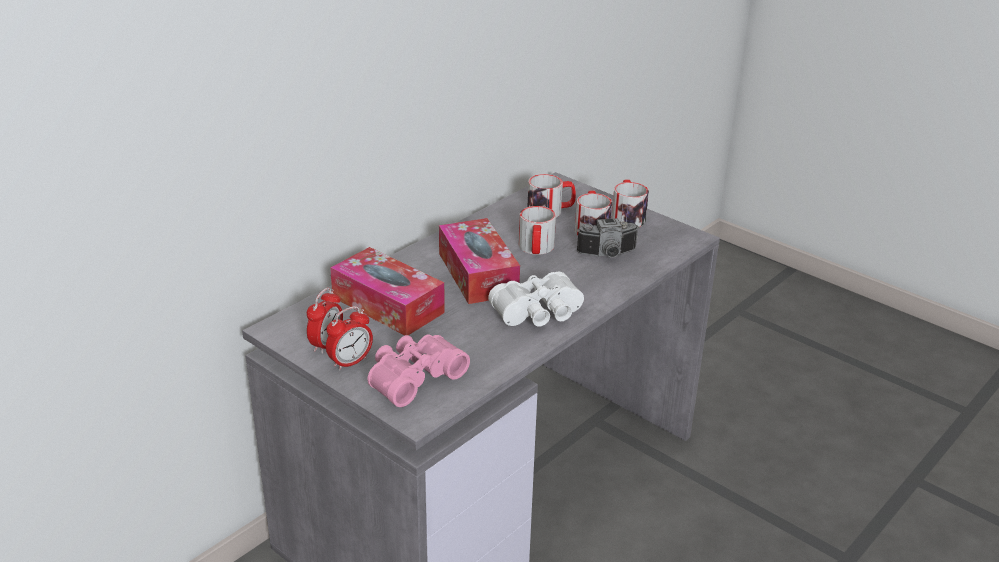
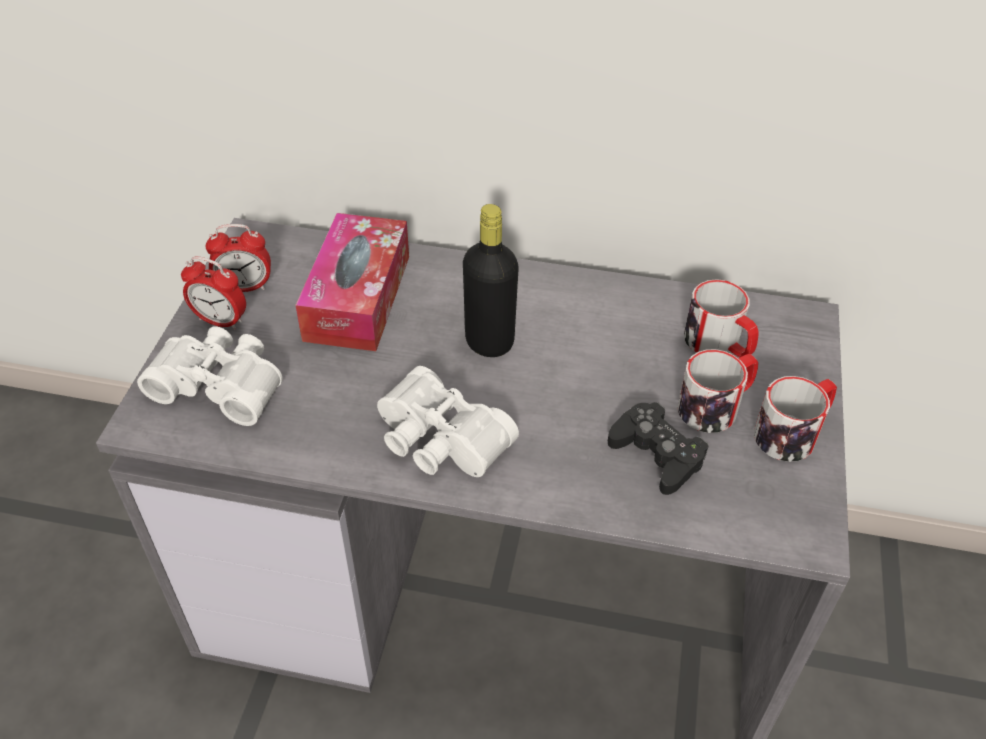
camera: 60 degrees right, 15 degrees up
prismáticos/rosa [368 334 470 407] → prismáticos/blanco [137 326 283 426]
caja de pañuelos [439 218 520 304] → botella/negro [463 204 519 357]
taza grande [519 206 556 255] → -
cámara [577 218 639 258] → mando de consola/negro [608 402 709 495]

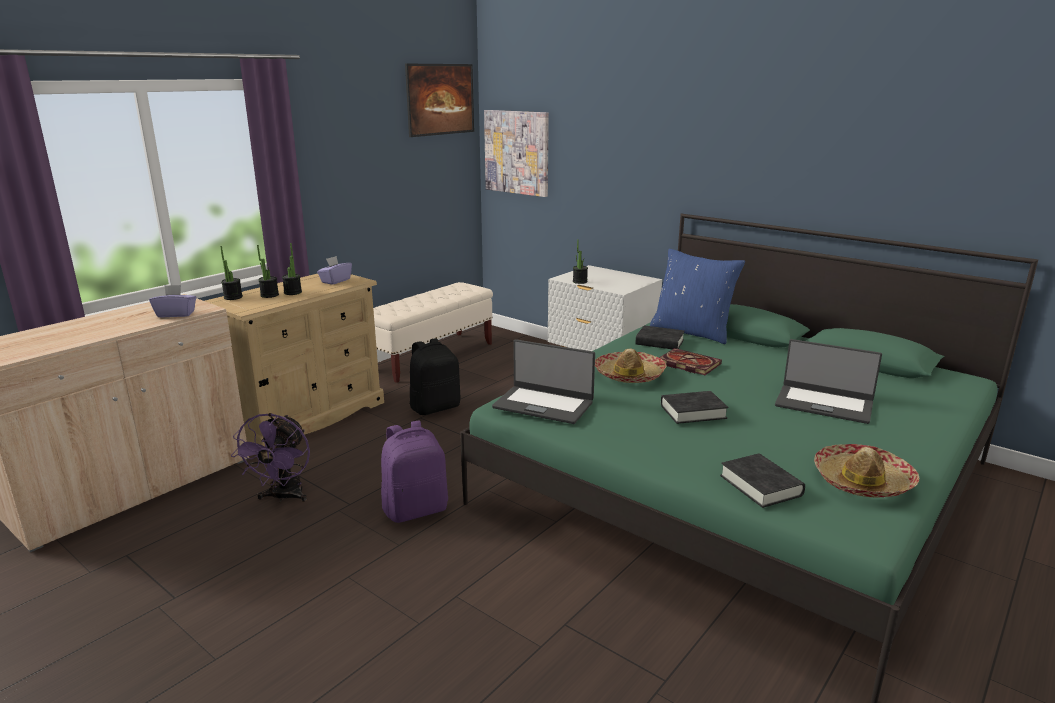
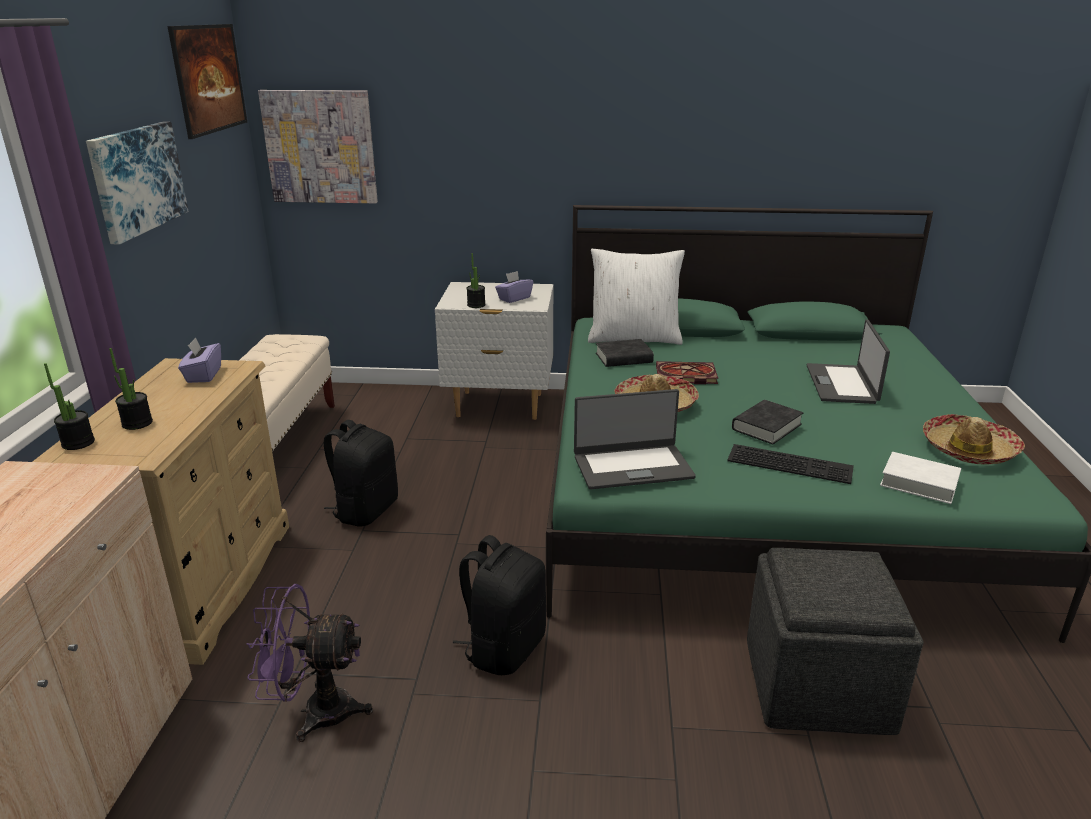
camera: 35 degrees left, 5 degrees up
caja de pañuelos/morado [149 285 196 318] → caja de pañuelos/morado [495 271 533 303], relocated
ventilador/morado [231 413 310 503] → ventilador/morado [246 584 373 742], 120 degrees clockwise
planta en maceta [282 243 302 295] → -
mochila/morado [381 420 448 523] → mochila/negro [453 535 546 675]
cojín/azul [650 249 745 344] → cojín/blanco [588 249 685 345]
libro/negro [720 454 805 508] → libro/blanco [880 452 961 504]
portátil [775 339 882 424] → portátil [807 319 890 404], 105 degrees clockwise
- → cuadro [86 122 189 244]
- → teclado [727 444 854 484]
- → puf/gris [747 548 924 735]

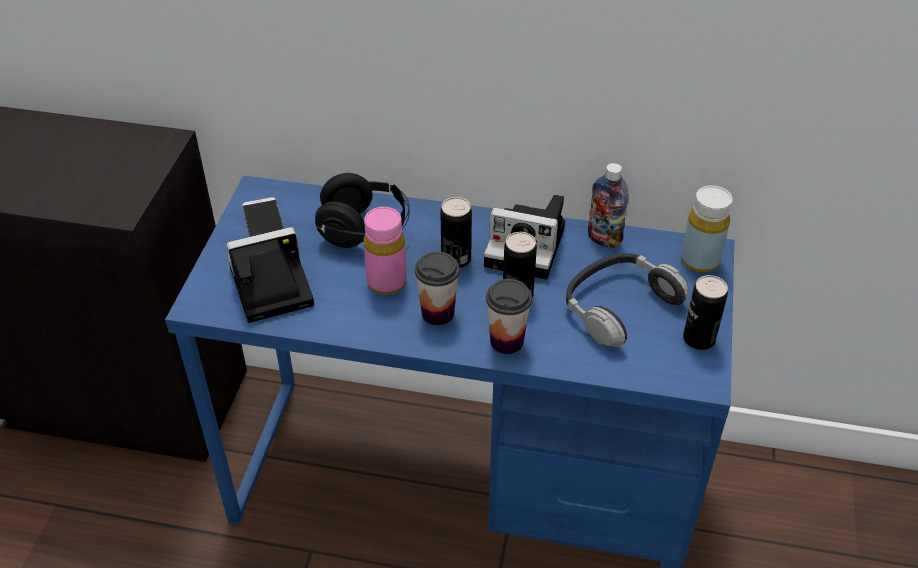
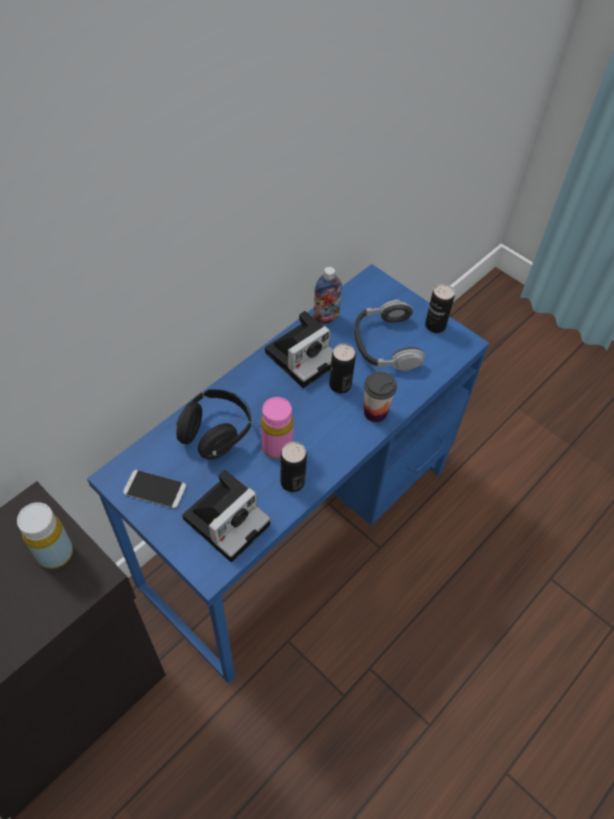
camera: 60 degrees left, 10 degrees up
cámara [227 227 314 323] → cámara [182 470 270 562], 150 degrees counterclockwise
taza [415 251 460 326] → -
lata [440 197 472 268] → lata [280 442 307 492], relocated
botella/amarillo [681 185 733 273] → botella/amarillo [17 502 73 569], relocated

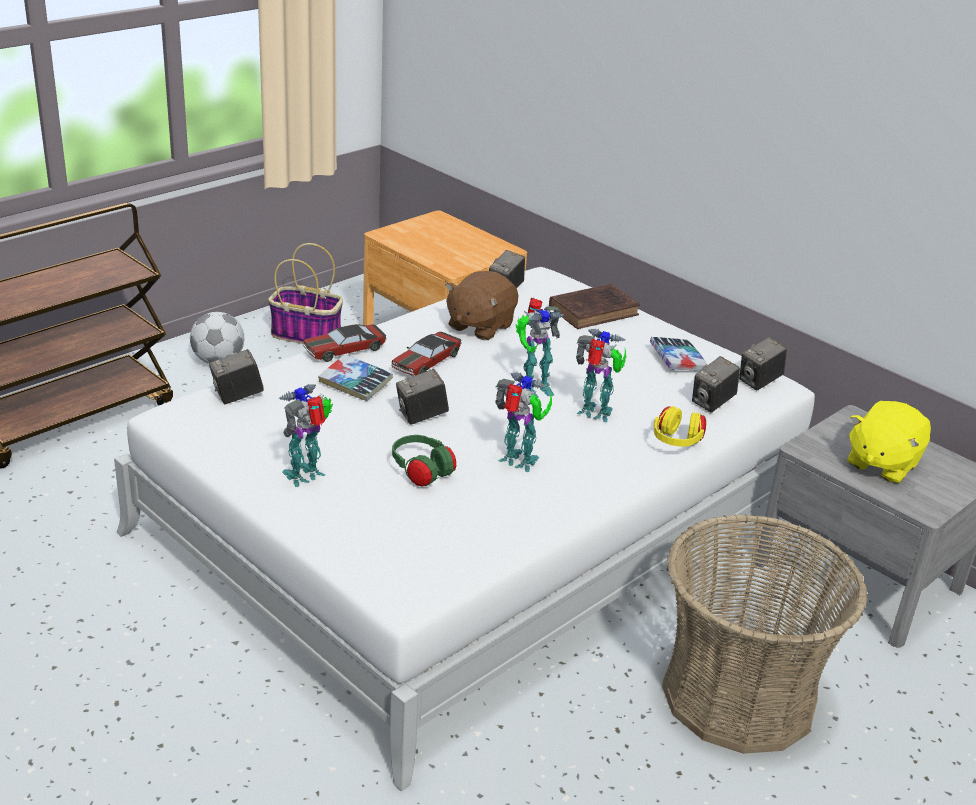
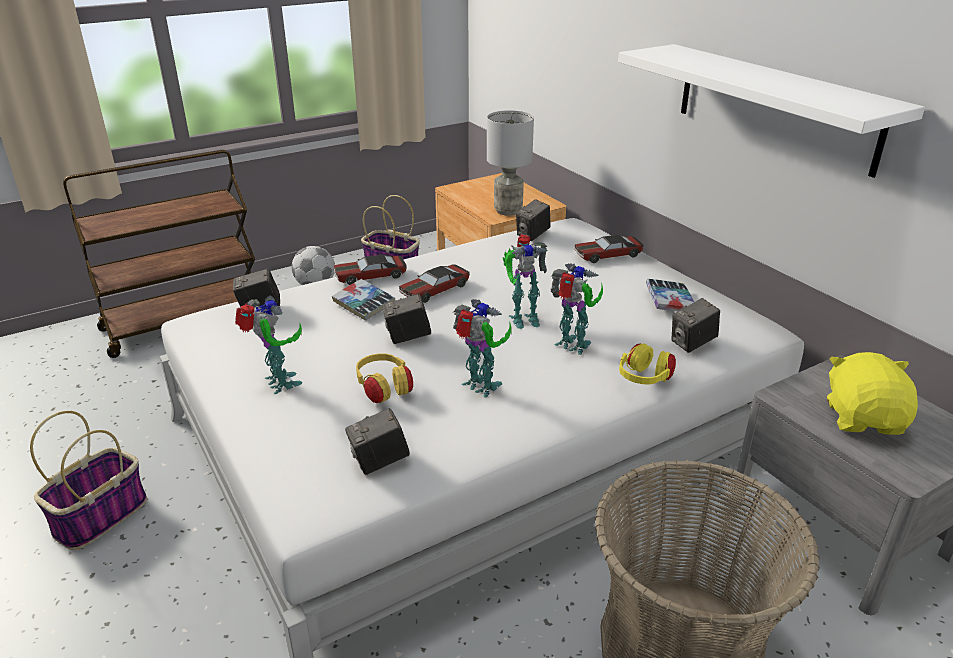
camera: 15 degrees right, 0 degrees up
robot de juguete [279 384 333 487] → robot de juguete [235 296 302 394], 90 degrees clockwise
auriculares/verde [392 435 456 487] → auriculares/amarillo [356 353 413 403]
peluche/marrón [445 271 518 340] → -
libro/marrón [549 284 640 329] → coche de juguete [574 235 644 263]
cámara [739 337 787 391] → cámara [345 408 410 475], relocated
peluche/amarillo [847 401 931 484] → peluche/amarillo [827 352 918 435], 135 degrees clockwise
- → cesta [30 411 147 550]
- → lámpara de mesa/gris [487 110 534 216]
- → estante/blanco [618 44 925 178]

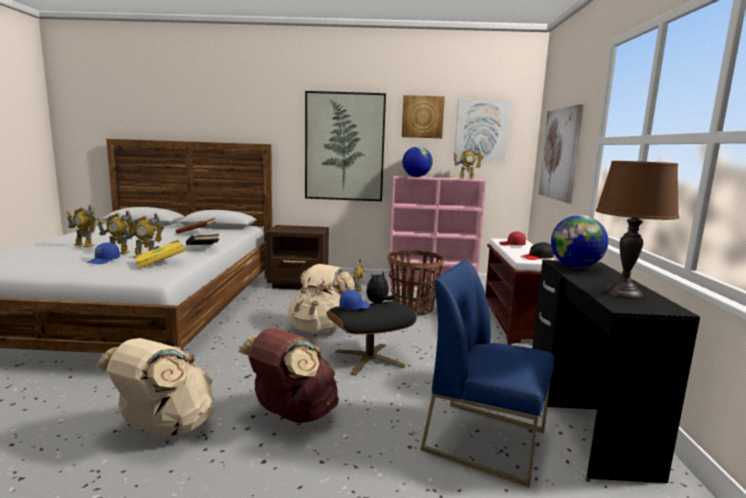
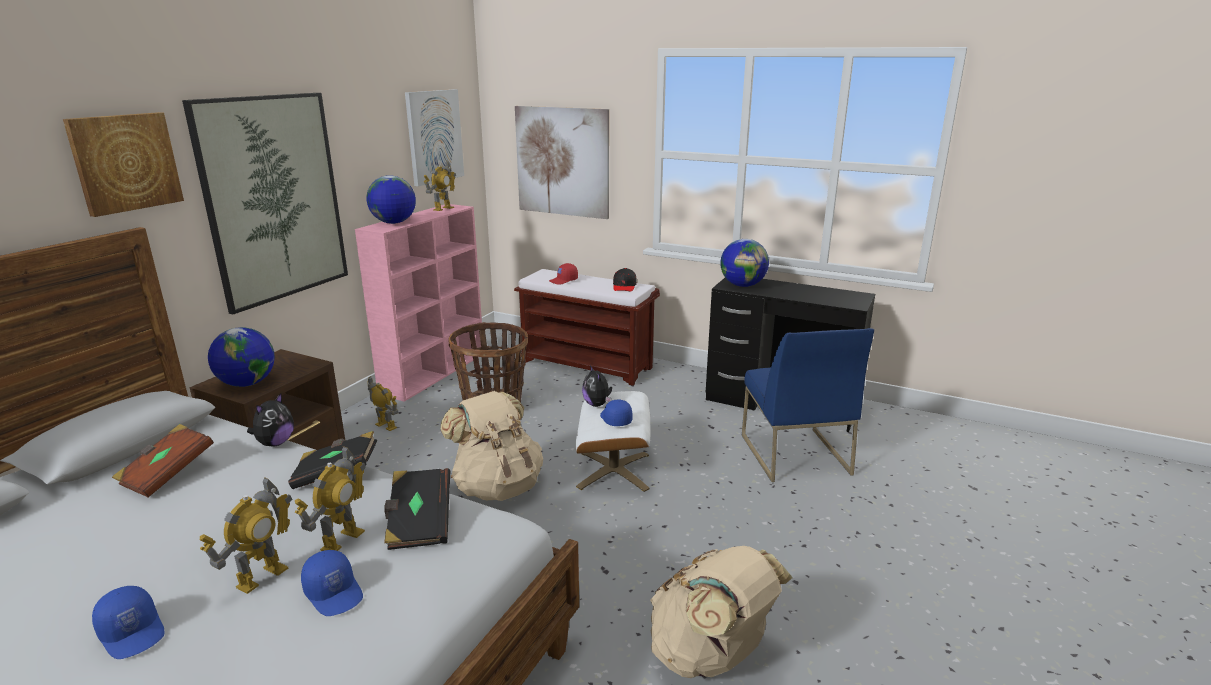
camera: 65 degrees left, 10 degrees up
robot de juguete [67 205 97 247] → gorra/azul [92 586 165 659]
libro/amarillo [134 240 185 268] → libro/negro [384 468 450 550]
mochila/marrón [238 328 339 423] → -
puf/negro [327 301 417 376] → puf/blanco [575 391 651 492]
cuadro [402 95 445 138] → cuadro [63 112 184 217], relocated
silla/azul [421 260 555 487] → silla/azul [742 328 874 482], 60 degrees counterclockwise
lámpara de mesa/marrón [595 161 679 299] → -
- → globo terráqueo [208 327 275 387]
- → peluche [247 393 294 447]

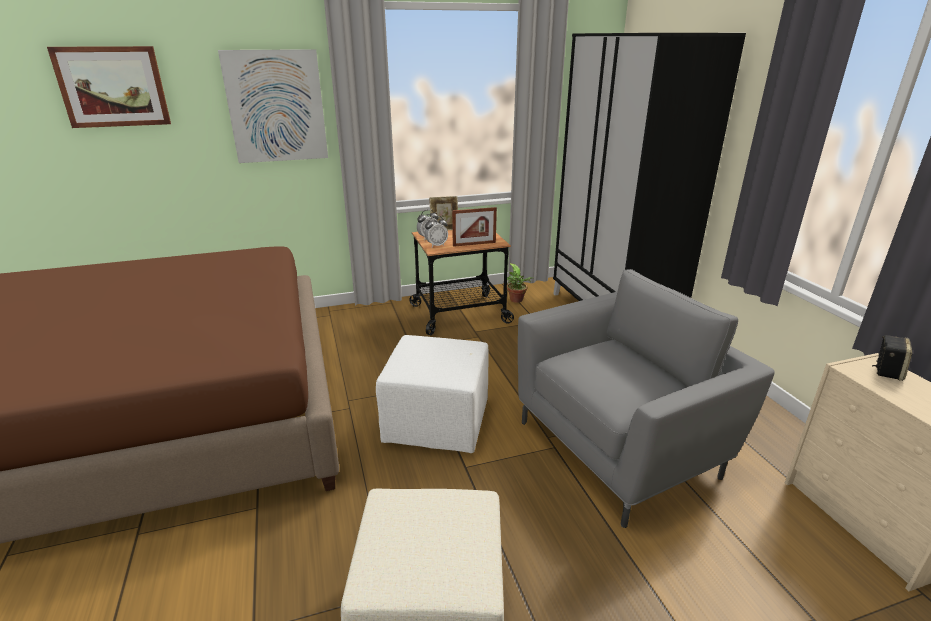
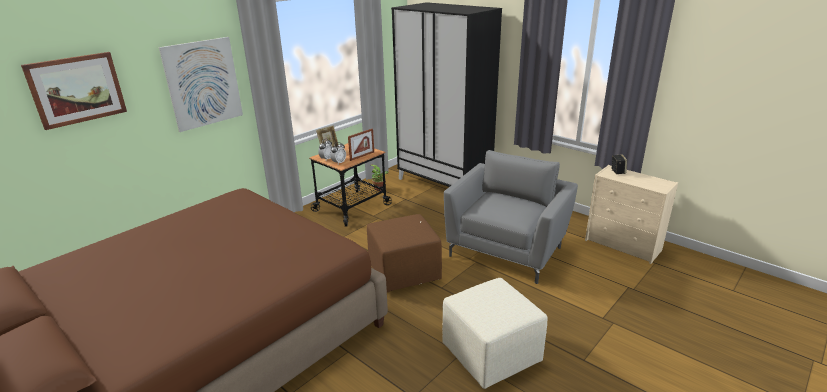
camera: 30 degrees left, 0 degrees up
puf/blanco [376 335 489 453] → puf/marrón [367 214 442 292]

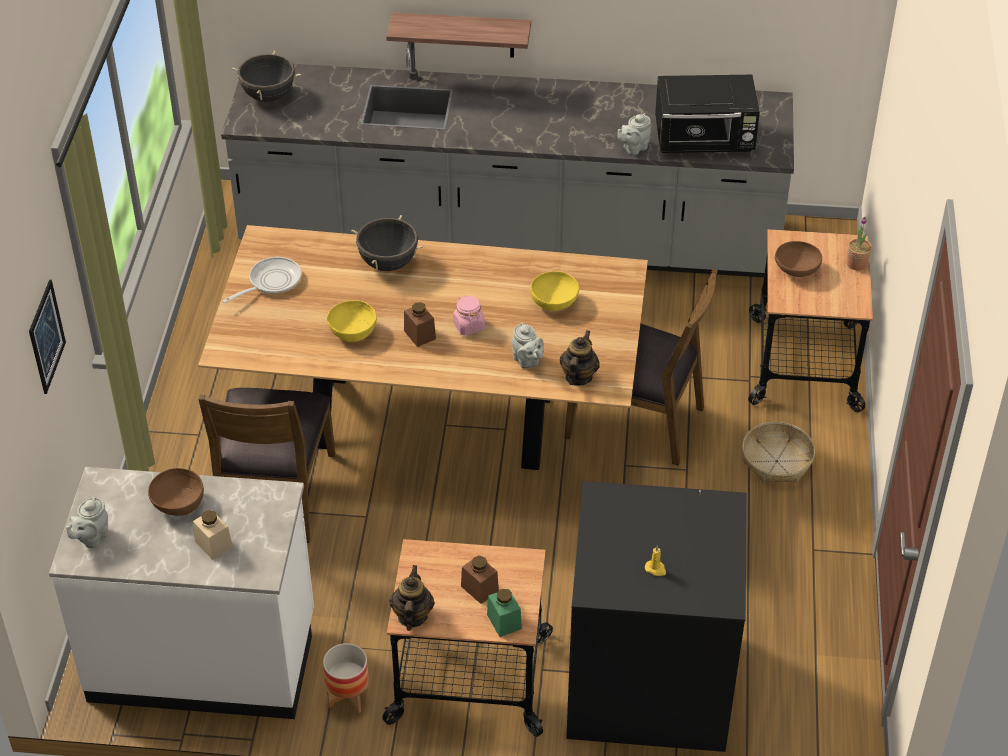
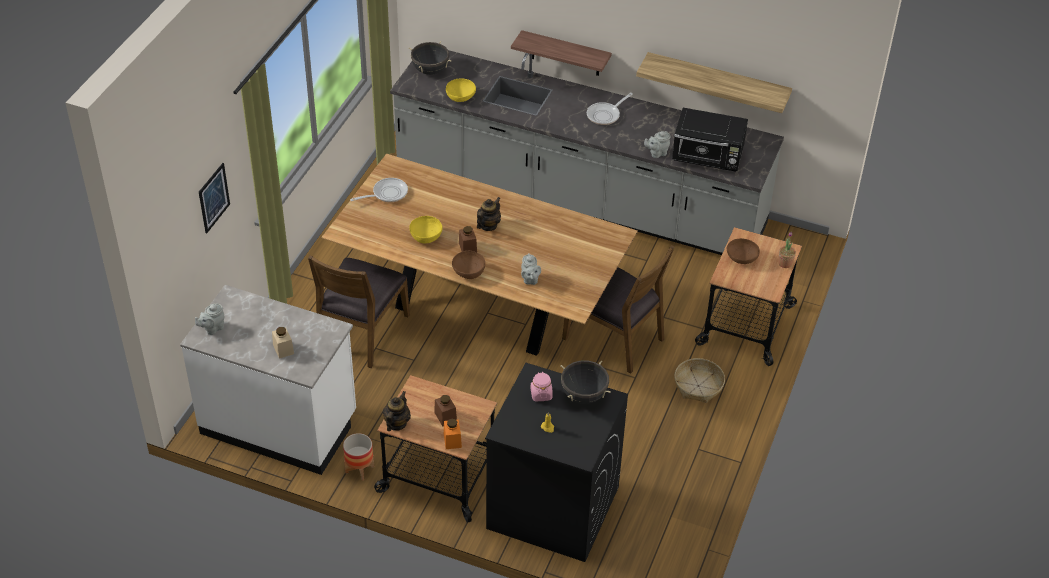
camera: 15 degrees right, 0 degrees up
cuenco/marrón [148 468 204 516] → cuenco/marrón [452 251 485 279], relocated
olla/negro [351 215 423 271] → olla/negro [560 360 610 404], relocated
tarro/rosa [453 295 485 335] → tarro/rosa [531 372 553 401], relocated
tarro/verde [487 588 522 637] → tarro/naranja [444 419 462 449]
cuenco/amarillo [530 271 579 311] → cuenco/amarillo [446 78 476 102], relocated
tetera [560 330 600 386] → tetera [477 197 501 231], relocated
- → sartén [587 93 633 125]
- → estante [636 52 792 113]

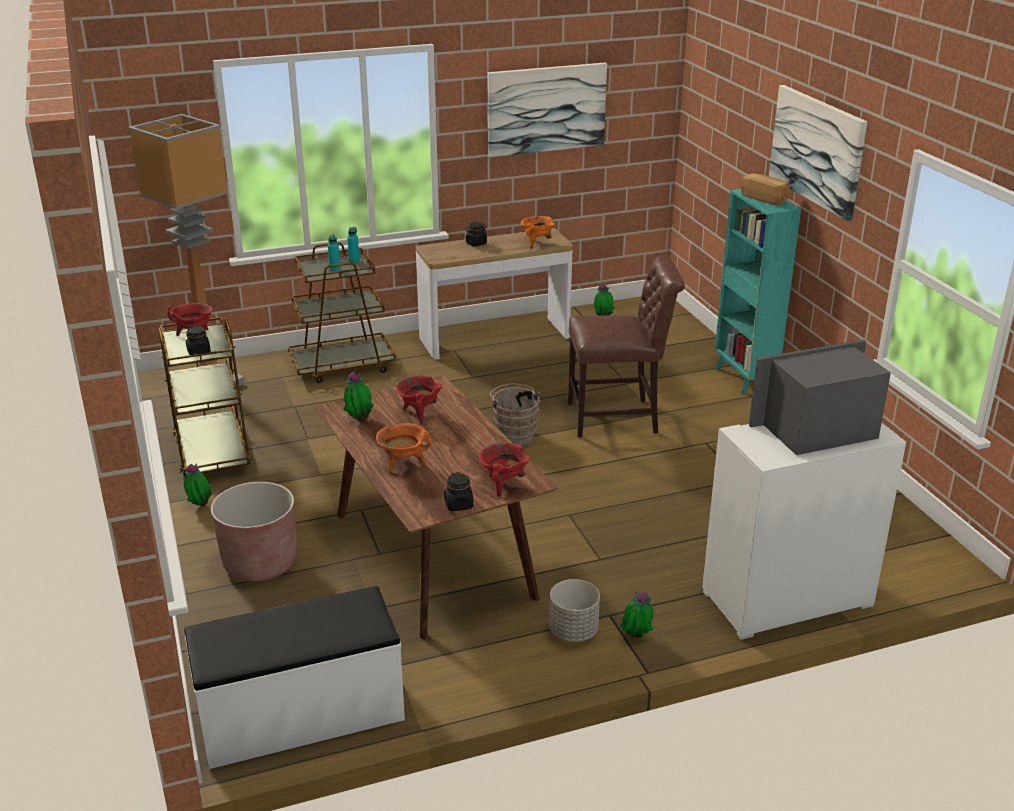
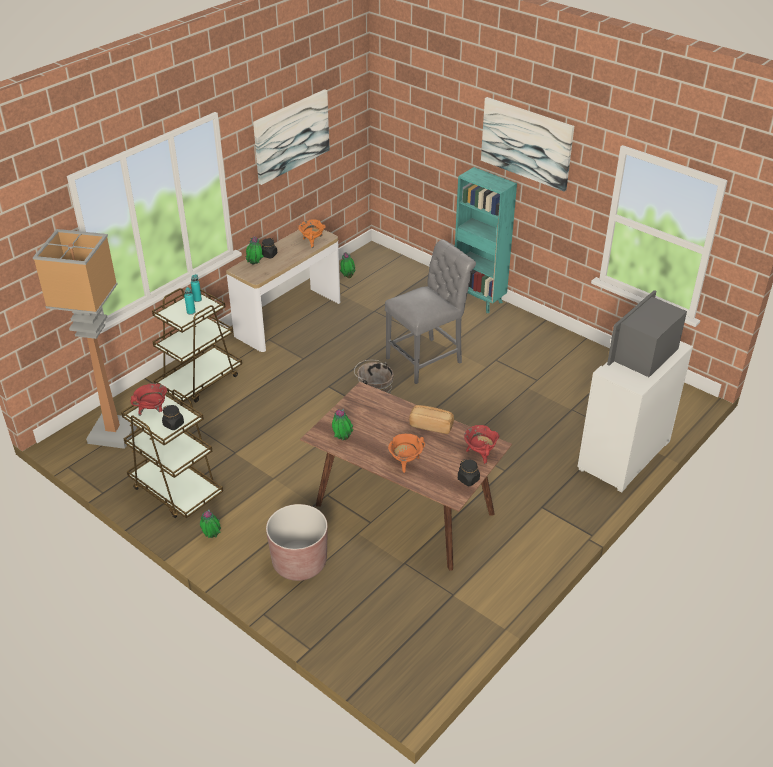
camera: 30 degrees left, 10 degrees up
banco/blanco [184 586 405 769] → -
olla/rojo [396 375 442 423] → -
maceta/gris [549 579 600 642] → -
silla/marrón [568 255 685 438] → silla/gris [385 240 476 384]
planta en maceta [620 591 654 638] → planta en maceta [246 236 264 265], relocated
pan [741 173 790 205] → pan [409 405 454 434], relocated

